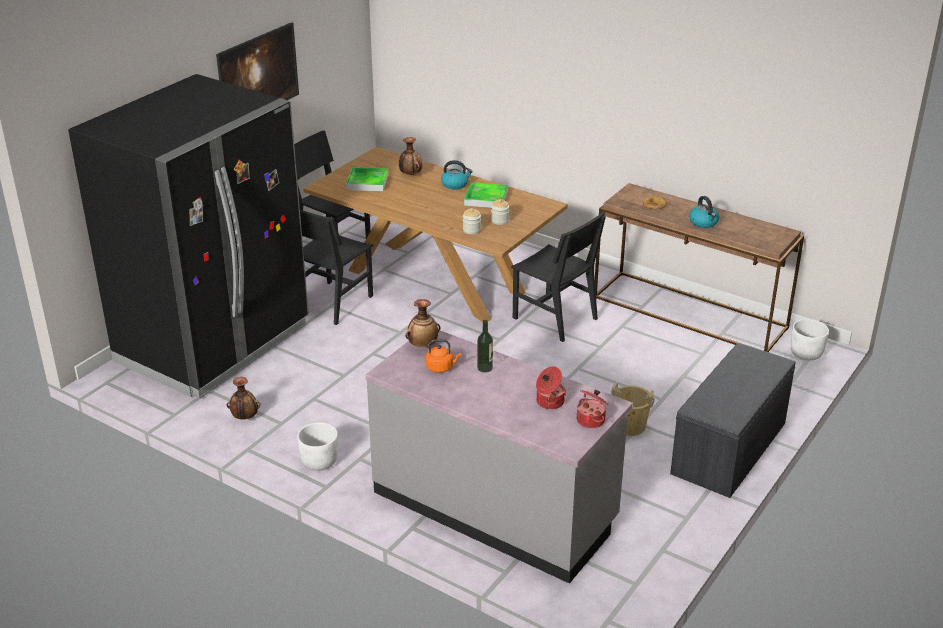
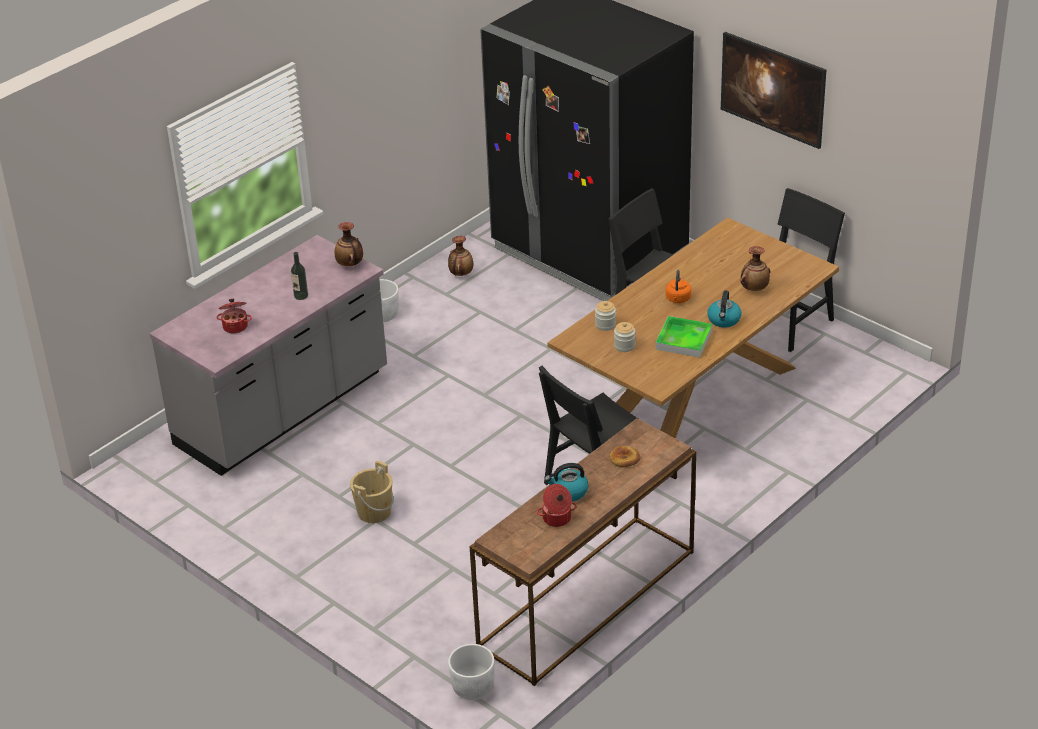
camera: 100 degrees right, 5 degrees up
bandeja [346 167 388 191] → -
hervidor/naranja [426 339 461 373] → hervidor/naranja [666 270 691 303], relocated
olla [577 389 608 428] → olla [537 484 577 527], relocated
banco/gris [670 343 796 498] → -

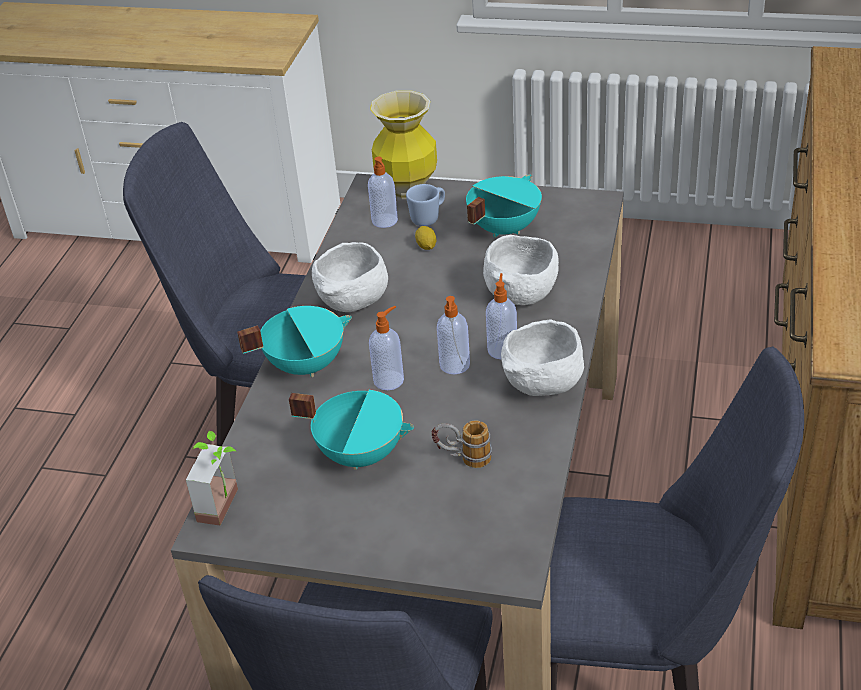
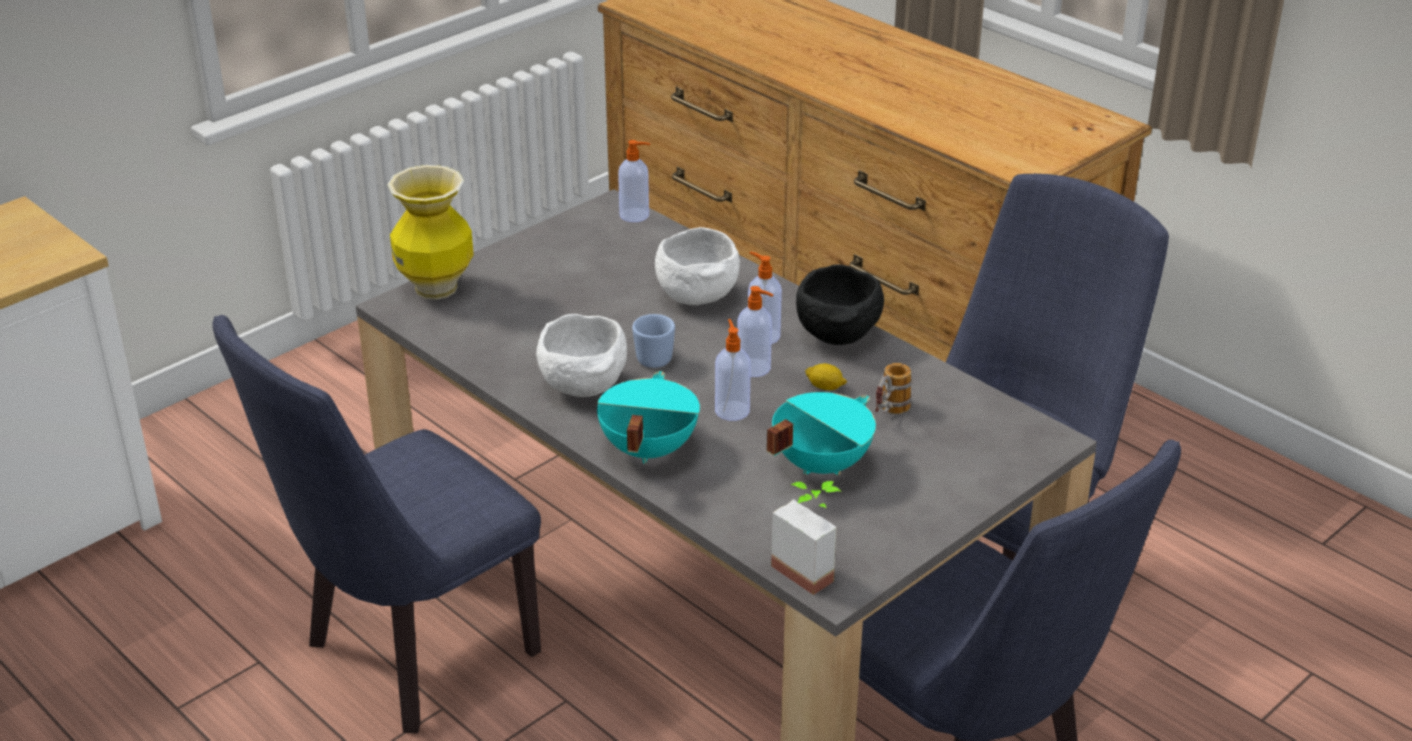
camera: 60 degrees left, 5 degrees down
dispensador de jabón [368 157 398 228] → dispensador de jabón [618 140 650 222], relocated
taza grande/azul [406 184 445 226] → taza grande/azul [632 314 675 368], relocated
limón [415 226 436 250] → limón [805 363 847 390], relocated
olla/turquesa [466 175 542 237] → -
cuenco/blanco [501 319 584 396] → cuenco/negro [796 264 884 345]

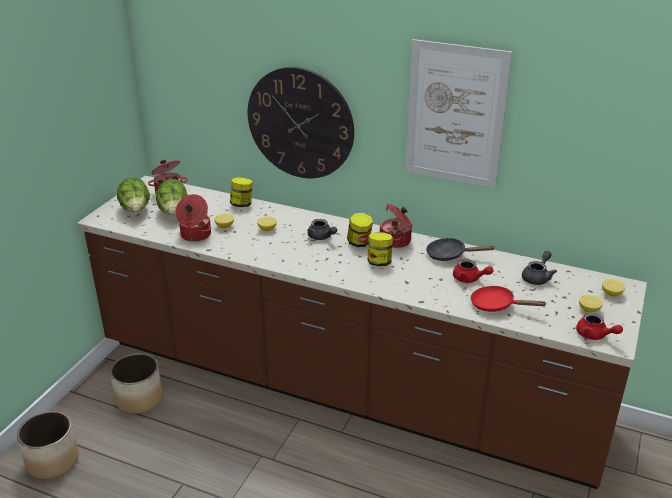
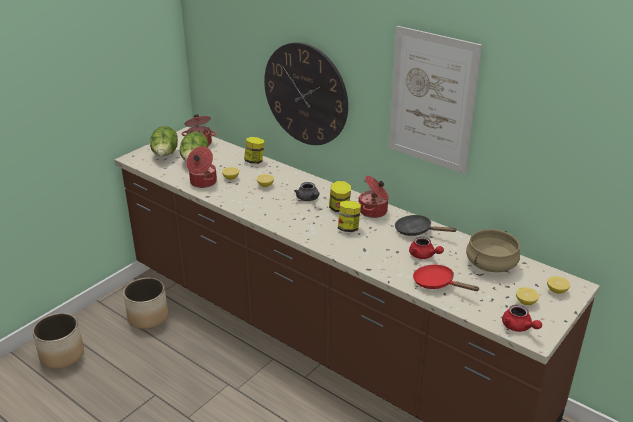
camera: 15 degrees right, 0 degrees up
tetera/gris [522 251 557 285] → olla/beis [466 229 520 272]

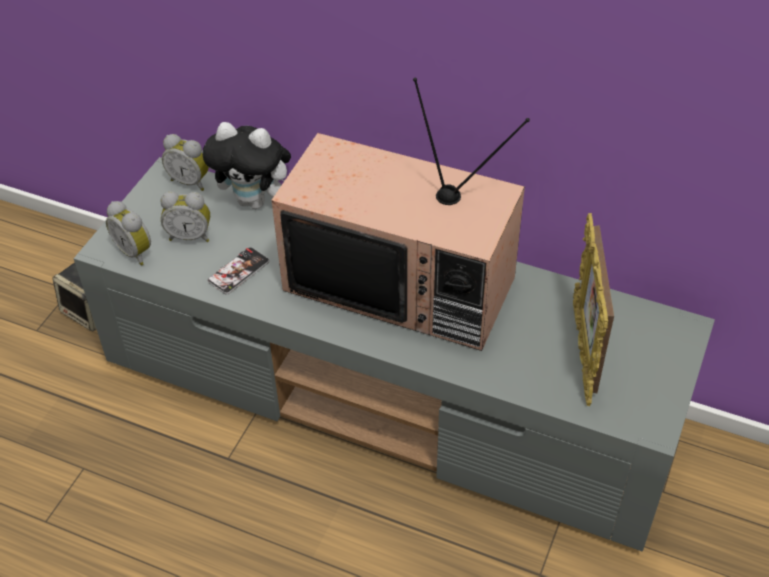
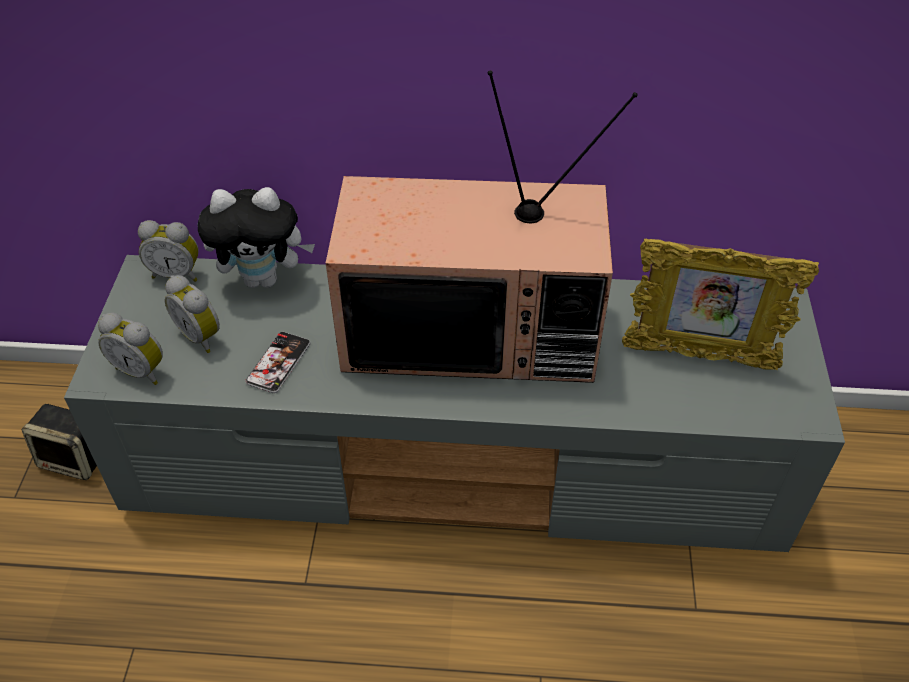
camera: 20 degrees left, 0 degrees up
despertador [161 191 210 242] → despertador [165 275 220 353], 60 degrees clockwise
portarretratos [573 213 614 406] → portarretratos [622 239 819 370], 60 degrees counterclockwise

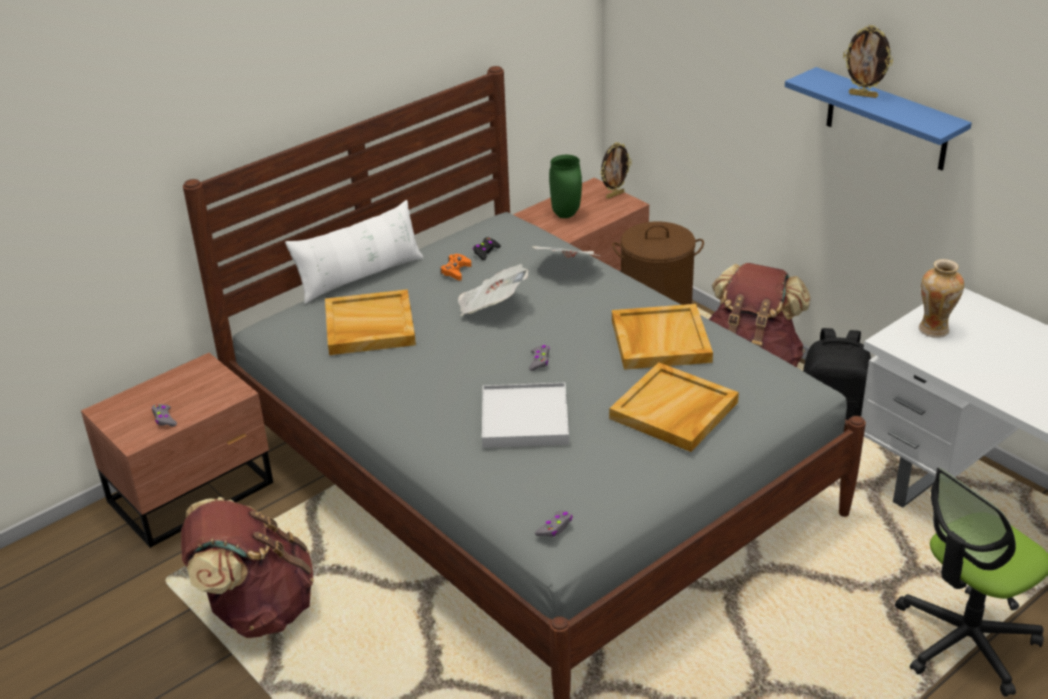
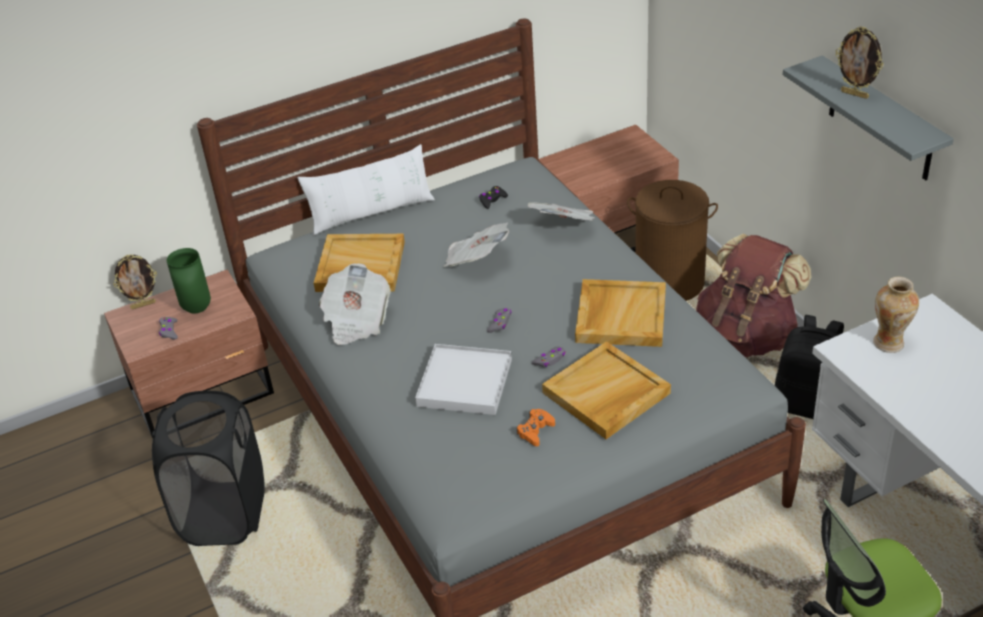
camera: 15 degrees right, 5 degrees up
mochila/marrón [181 497 314 638] → cesto de la ropa/negro [152 391 265 546]
mando de consola/naranja [440 254 471 281] → mando de consola/naranja [517 409 555 446], relocated
mando de consola/gris [535 511 573 537] → mando de consola/gris [531 346 565 367], relocated
florero/verde [549 155 582 218] → florero/verde [167 248 211 313], relocated
portarretratos [600 142 632 199] → portarretratos [113 254 157 309], relocated
estante/azul [785 67 972 170] → estante/gris [783 55 954 180]
- → periódico [319 263 391 345]

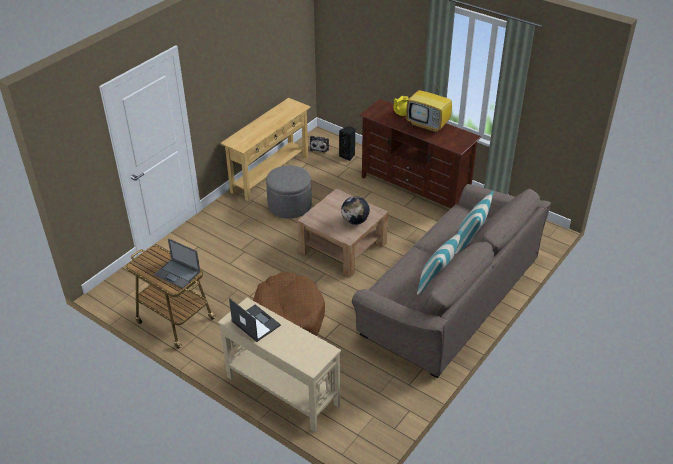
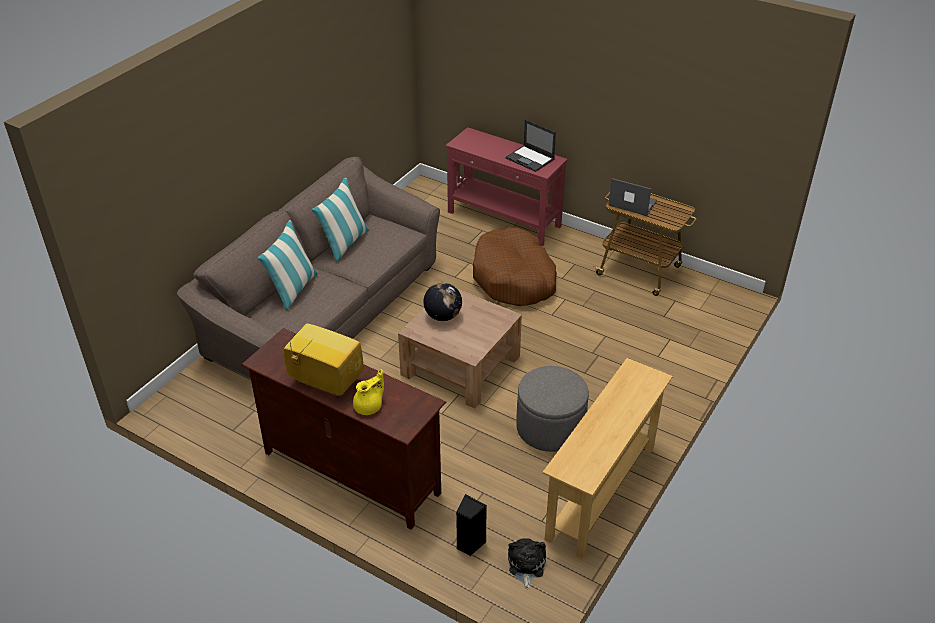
camera: 175 degrees right, 0 degrees up
mesa consola/beis [218 298 341 432] → mesa consola/rojo [446 127 568 247]

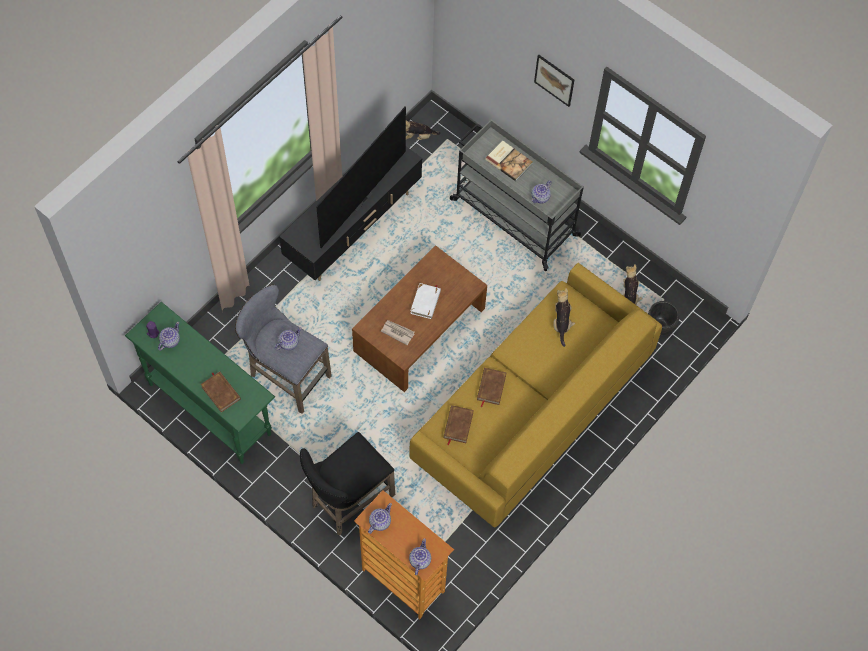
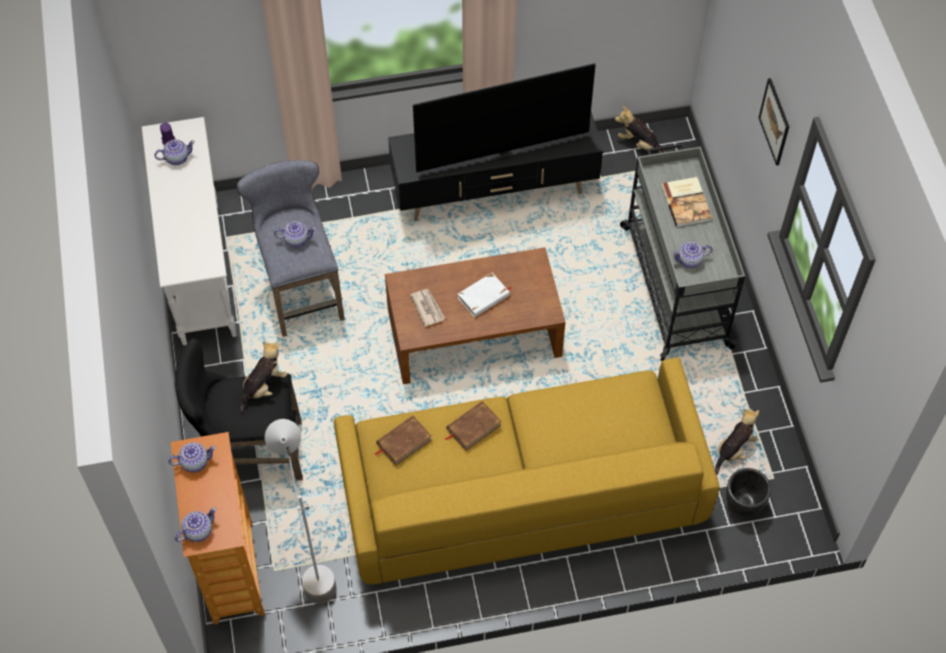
camera: 40 degrees right, 5 degrees down
mesa consola/verde [125 302 275 464] → mesa consola/blanco [141 117 237 345]
libro/marrón [201 372 241 412] → -
peluche [553 288 575 347] → peluche [240 342 287 414], relocated
- → lámpara de pie/gris [265 419 336 604]

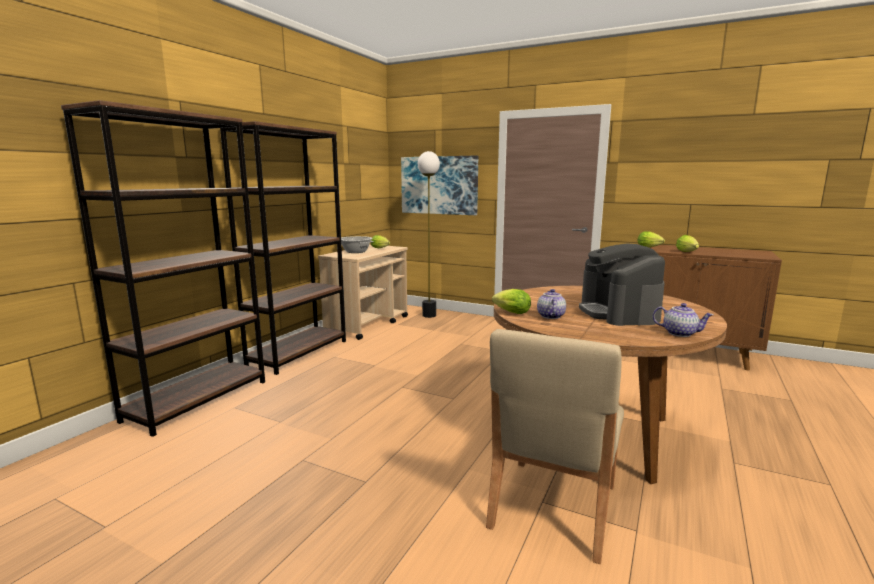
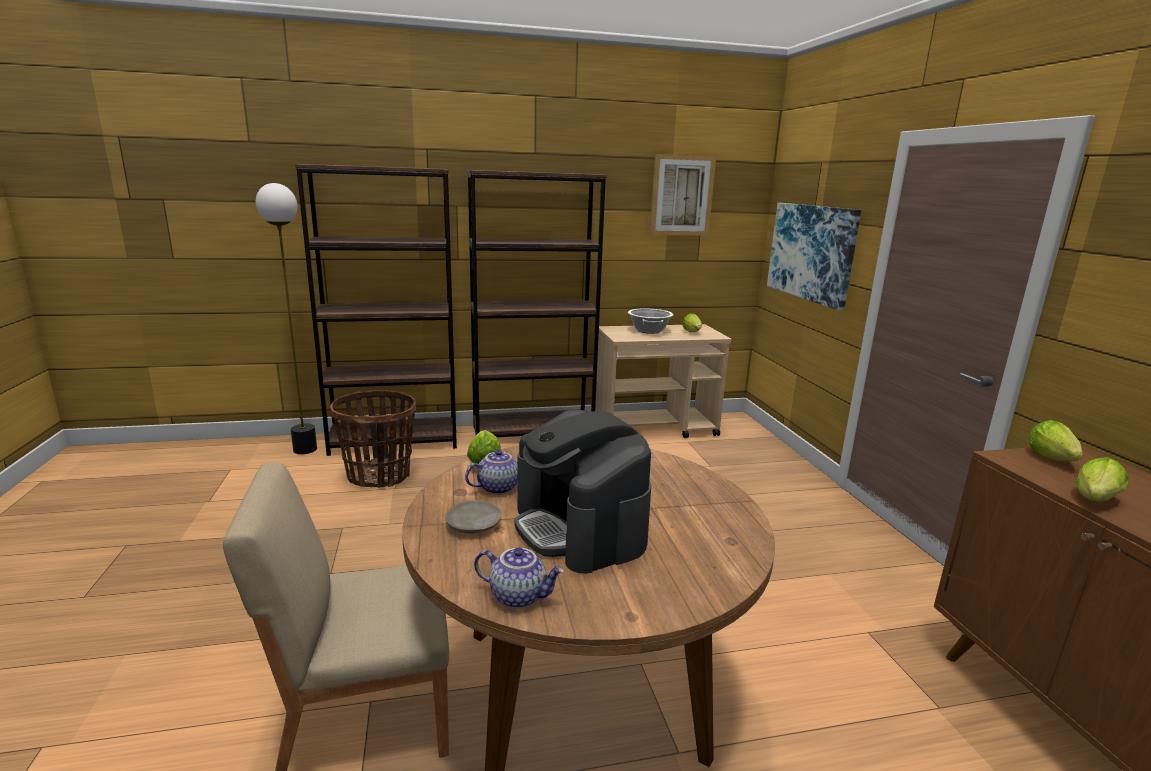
camera: 50 degrees right, 5 degrees up
lámpara de pie [418 151 440 318] → lámpara de pie [256 183 317 454], relocated
cafetera [579 243 665 326] → cafetera [514 410 651 574], 75 degrees counterclockwise
tetera [653 303 713 337] → tetera [474 547 564 608], 60 degrees counterclockwise
- → cesta [330 390 416 488]
- → plato/beis [445 500 502 533]
- → cuadro [650 154 716 236]

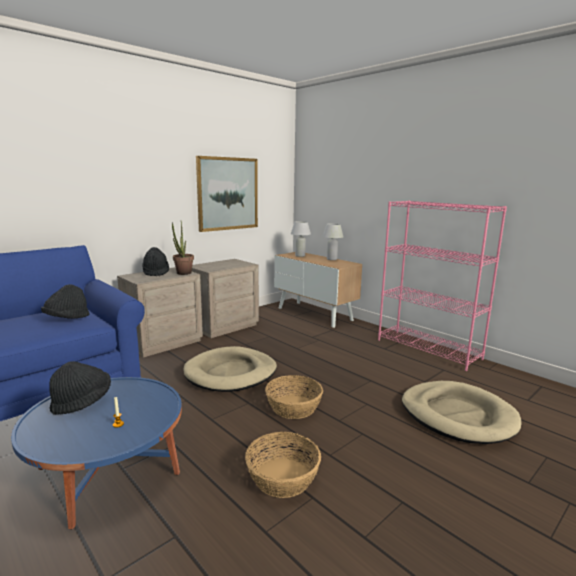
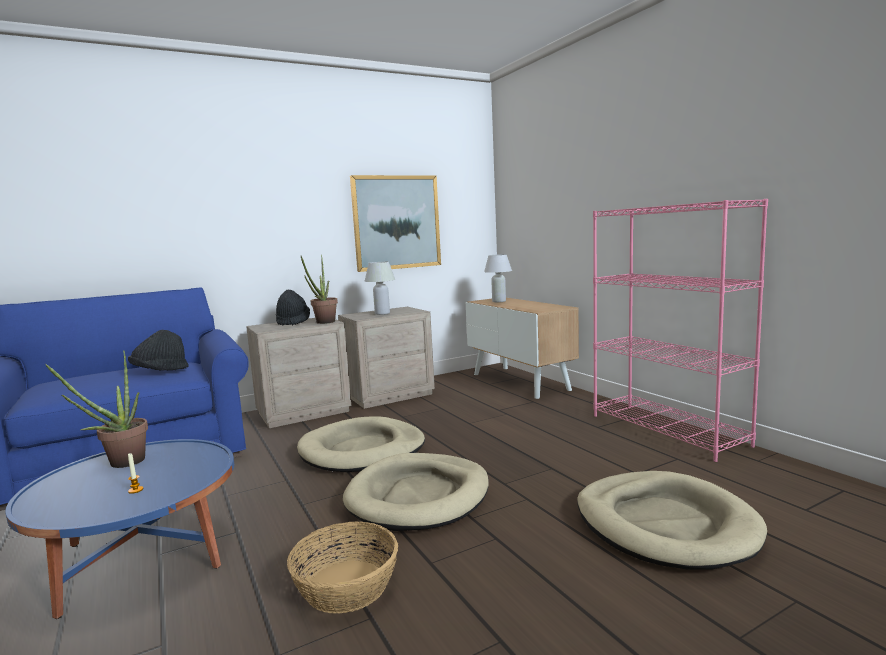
camera: 15 degrees right, 5 degrees down
sombrero/negro [49 361 111 415] → planta en maceta [45 350 148 468]
cesta [265 375 323 419] → cama para perro/beis [343 453 489 531]
lámpara de mesa/blanco [322 223 344 260] → lámpara de mesa/blanco [364 262 395 315], relocated

